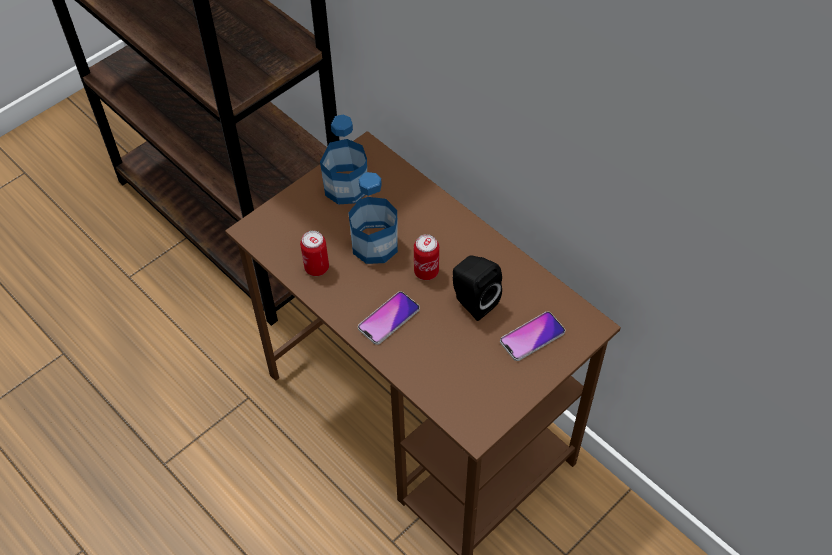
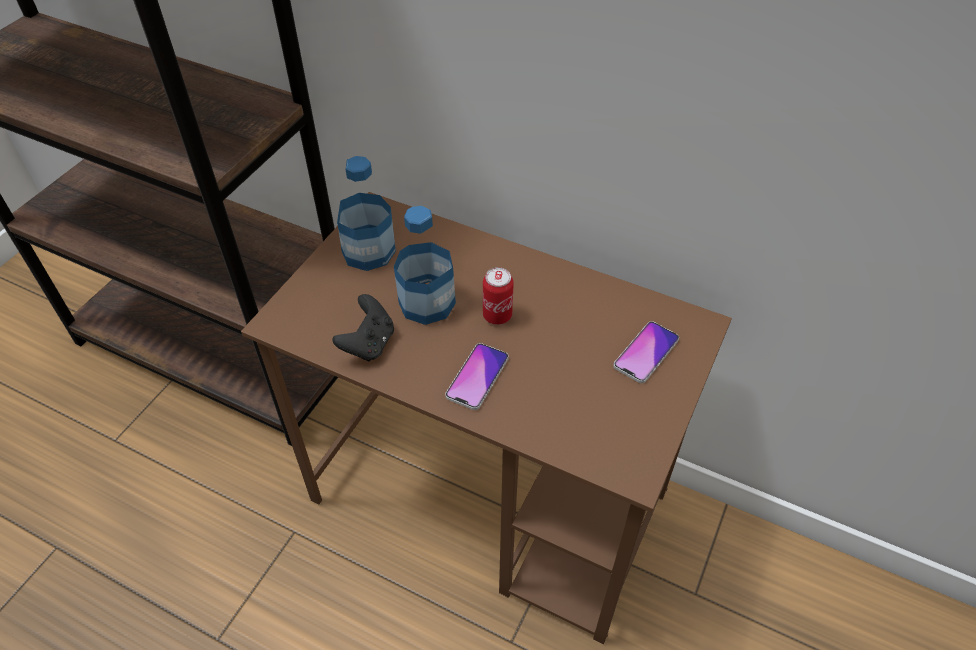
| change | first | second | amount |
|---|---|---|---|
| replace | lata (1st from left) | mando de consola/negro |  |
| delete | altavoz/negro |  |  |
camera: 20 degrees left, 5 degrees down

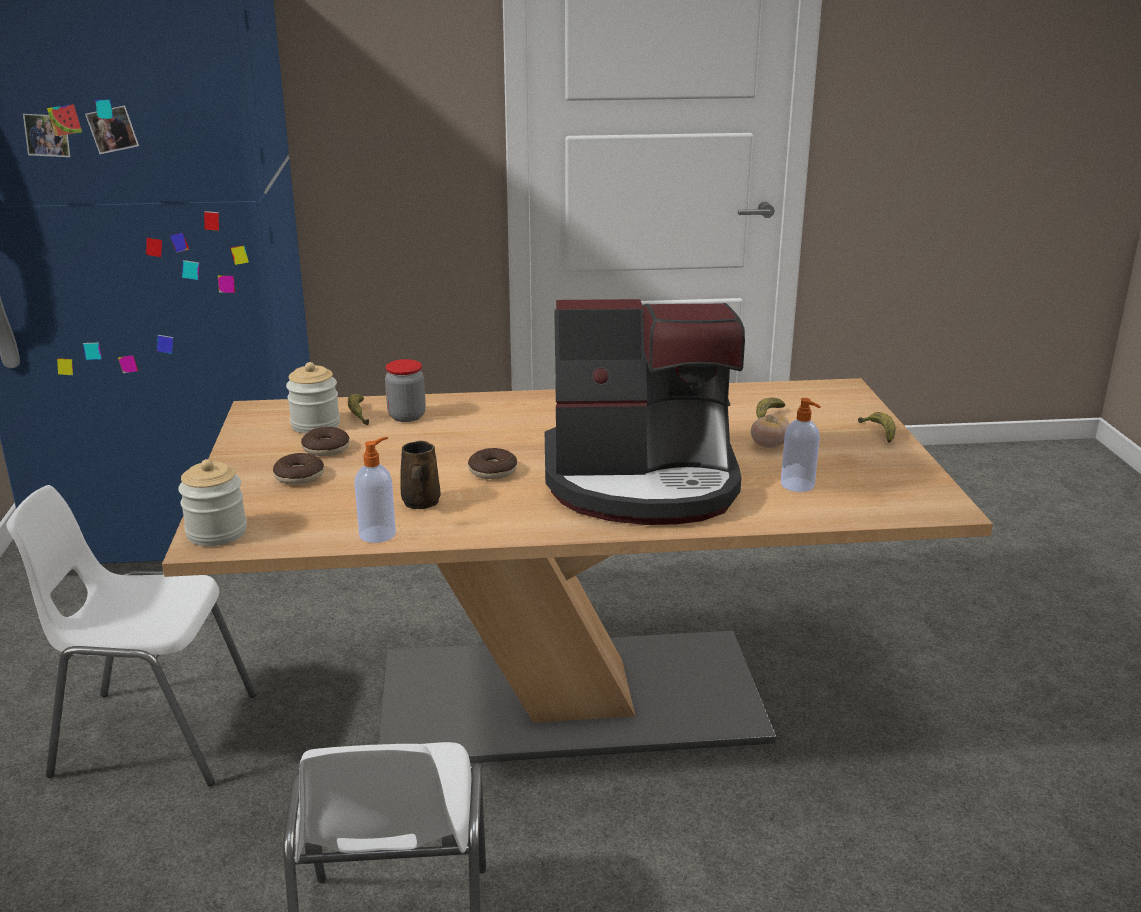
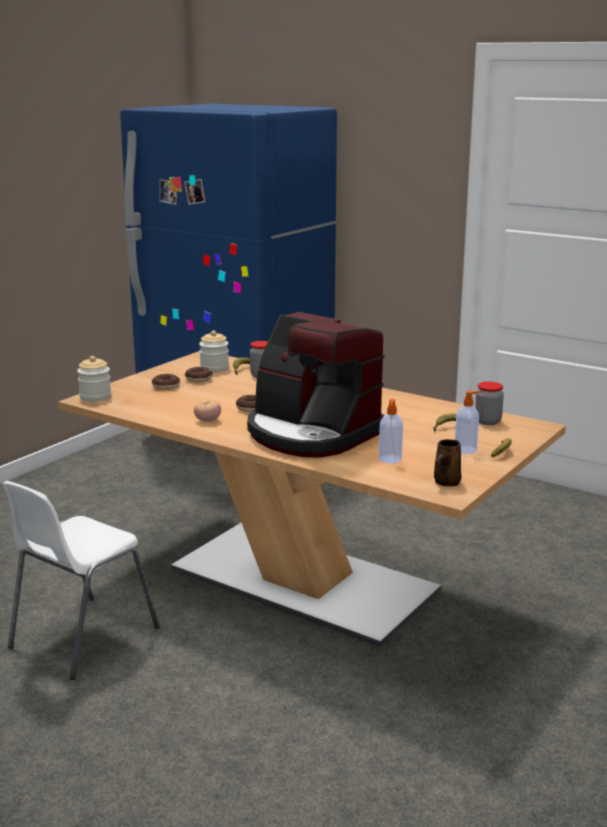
| change | first | second | amount |
|---|---|---|---|
| move | tomate |  |  |
| move | taza grande/marrón |  |  |
| move | dispensador de jabón (1st from left in the first image) | dispensador de jabón (2nd from left) |  |
| insert |  | tarro (4th from left) |  |
| delete | silla/blanco (1st from left) |  |  |
camera: 40 degrees right, 5 degrees down

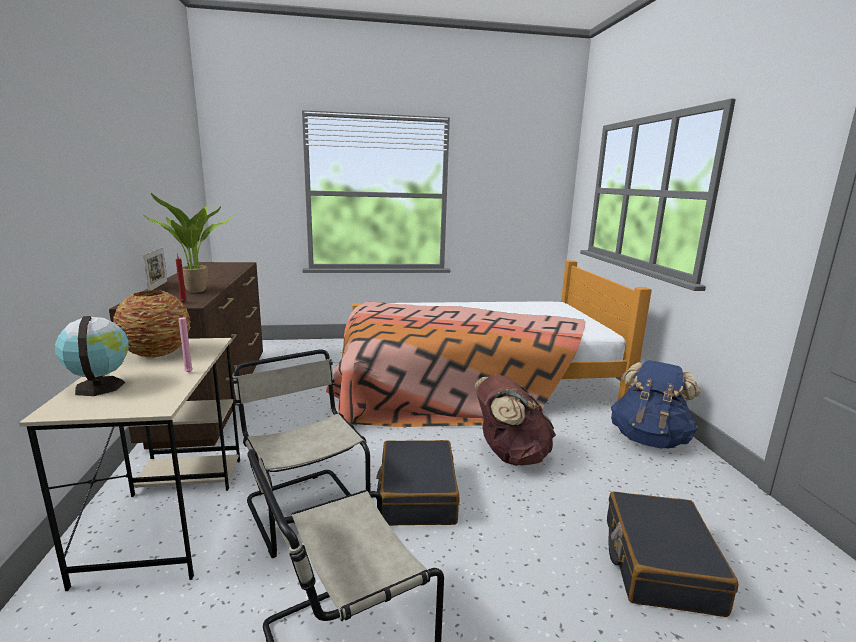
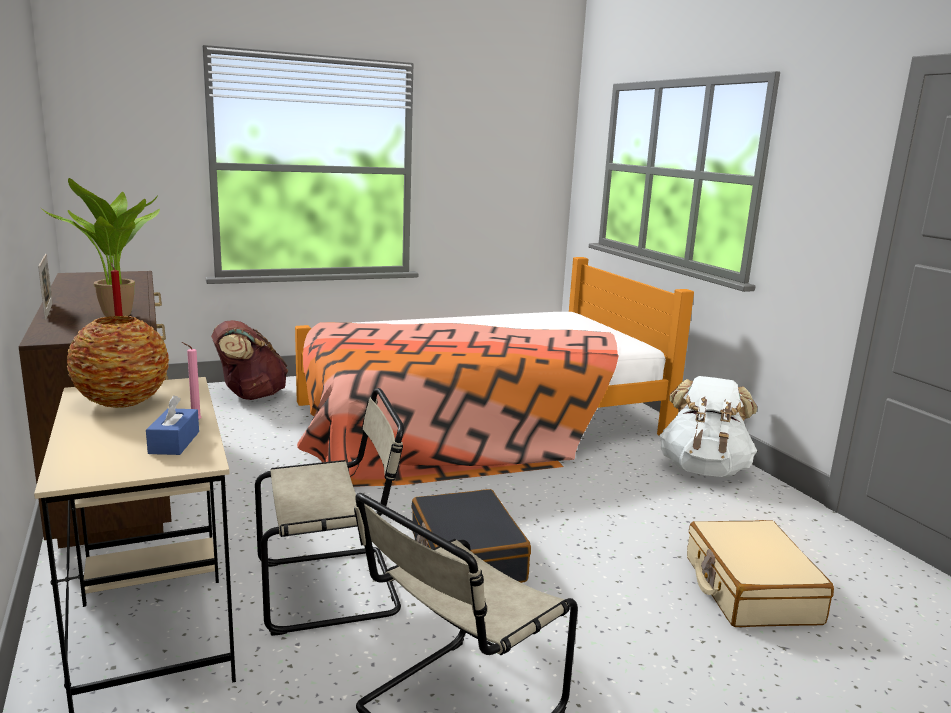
| change | first | second | amount |
|---|---|---|---|
| insert |  | caja de pañuelos/azul |  |
| move | mochila/marrón |  |  |
| rotate | silla/beis (1st from left) |  | 120 degrees clockwise |
| recolor | mochila/azul | mochila/blanco |  |
| recolor | maleta/negro (2nd from left) | maleta/beis |  |
| delete | globo terráqueo |  |  |
camera: 15 degrees left, 0 degrees up

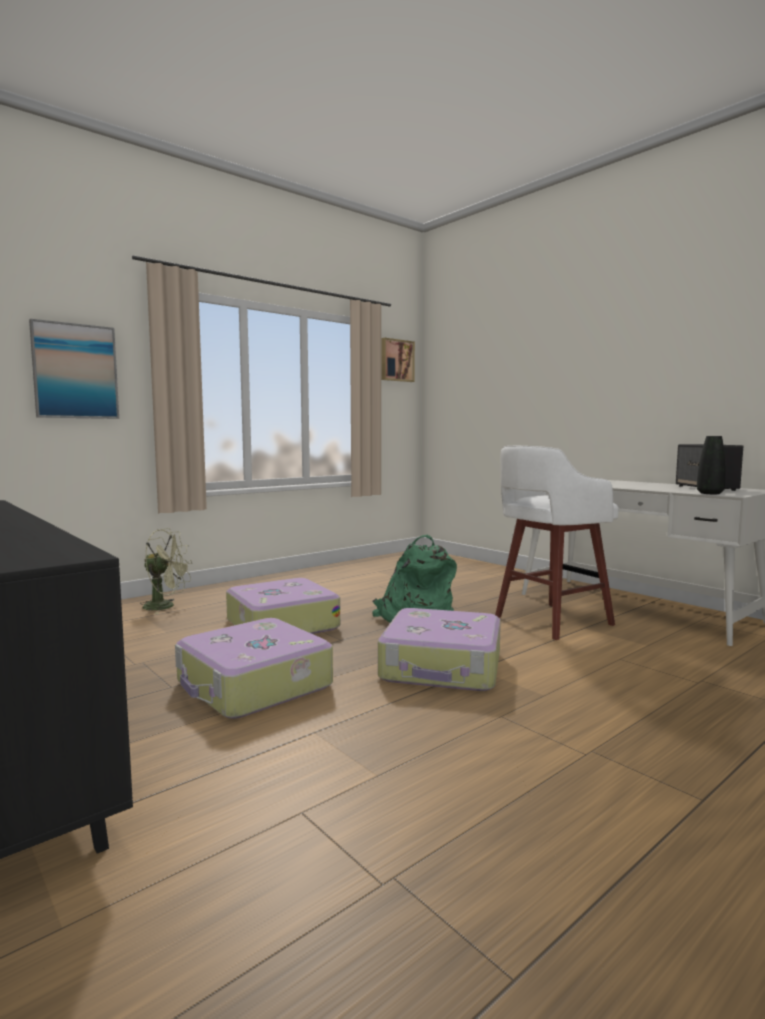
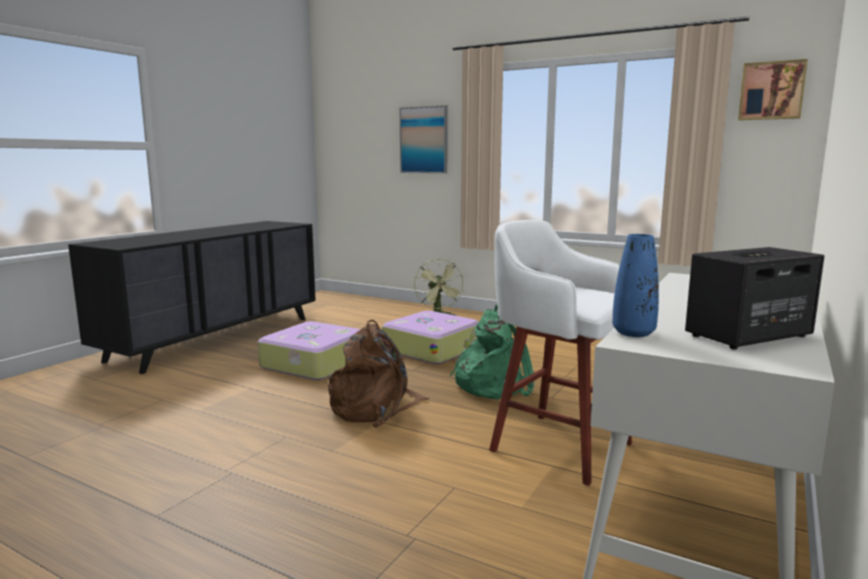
| change | first | second | amount |
|---|---|---|---|
| replace | maleta (3rd from left) | mochila/marrón |  |
| recolor | florero/negro | florero/azul |  |
camera: 70 degrees right, 5 degrees up

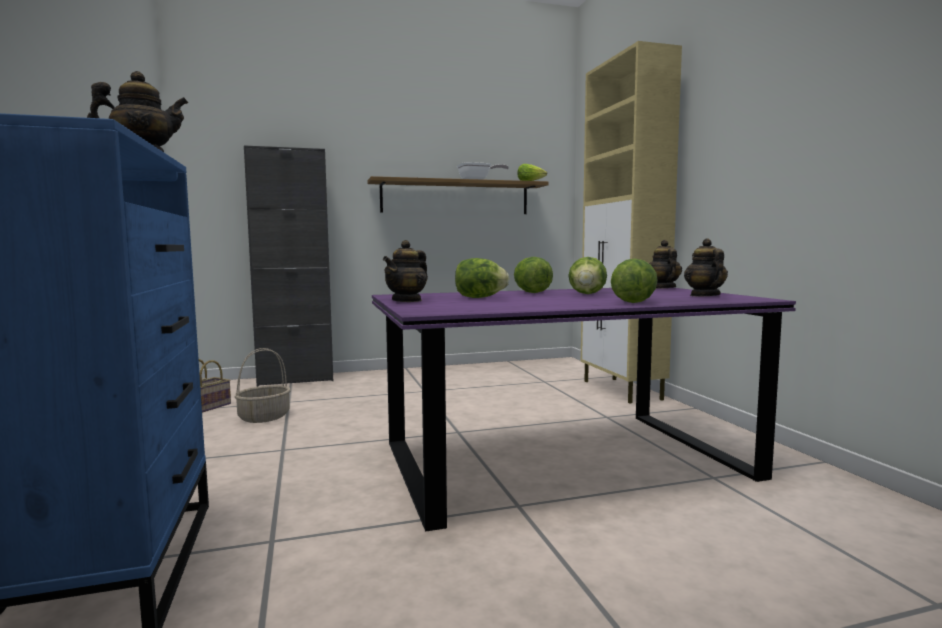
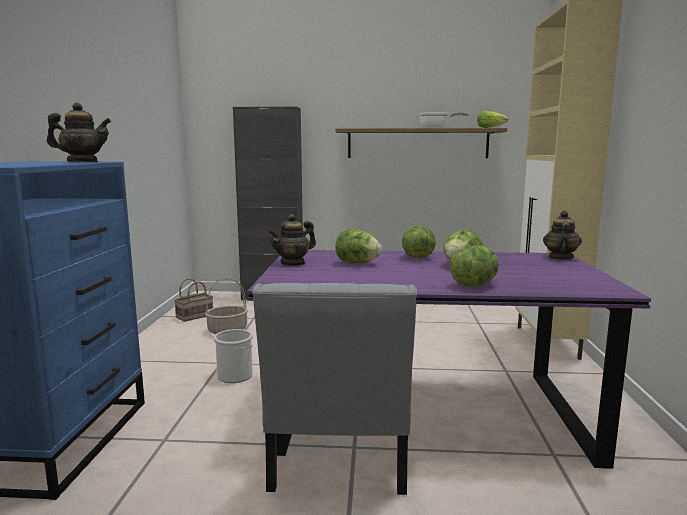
| change | first | second | amount |
|---|---|---|---|
| insert |  | cubo |  |
| insert |  | silla/gris |  |
| delete | tetera (4th from left) |  |  |
camera: 20 degrees right, 5 degrees up

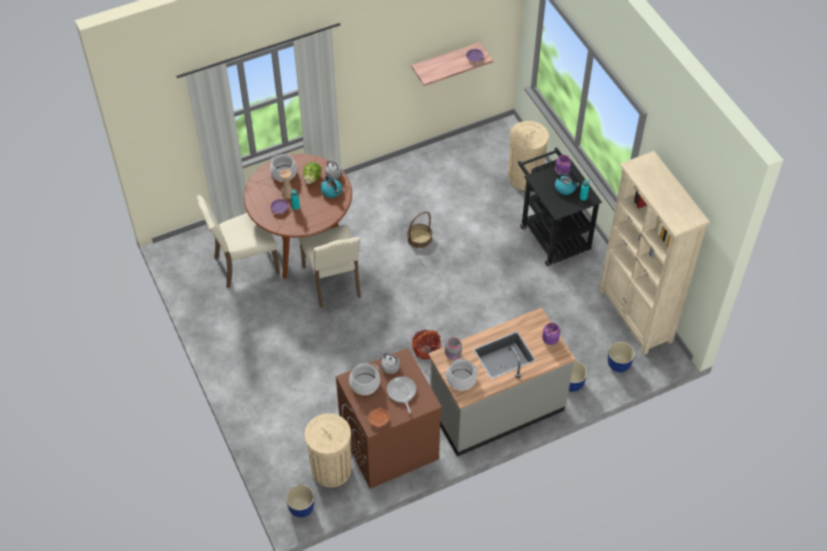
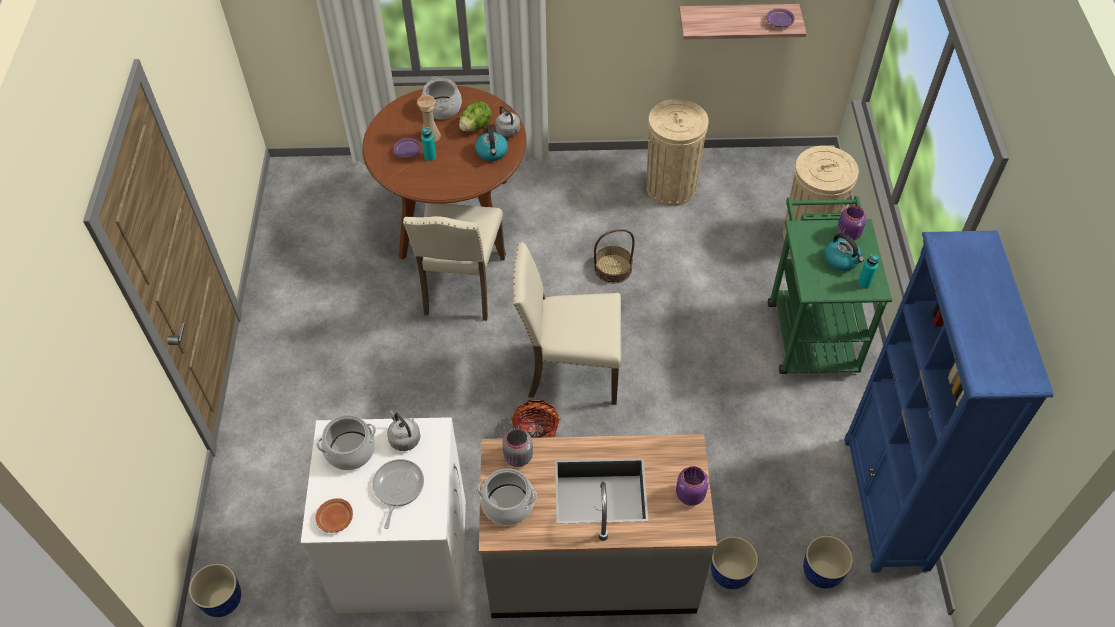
| change | first | second | amount |
|---|---|---|---|
| recolor | lavadora/marrón | lavadora/blanco |  |
| move | silla/beis (1st from left in the first image) | silla/beis (2nd from left) |  |
| move | papelera/beis (1st from left) |  |  |
| recolor | carrito/negro | carrito/verde |  |
| recolor | estantería/beis | estantería/azul |  |
camera: 25 degrees right, 0 degrees up

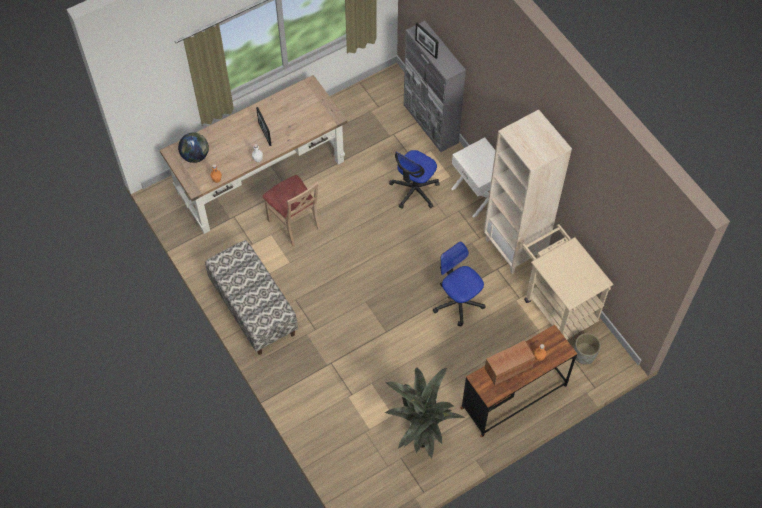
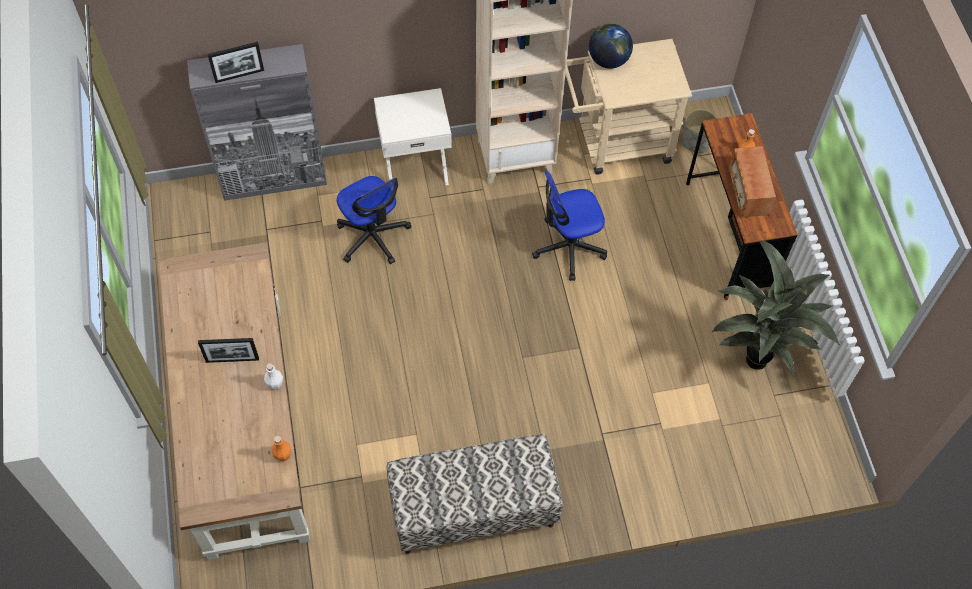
| change | first | second | amount |
|---|---|---|---|
| move | globo terráqueo |  |  |
| delete | silla/beis |  |  |
camera: 70 degrees left, 0 degrees up

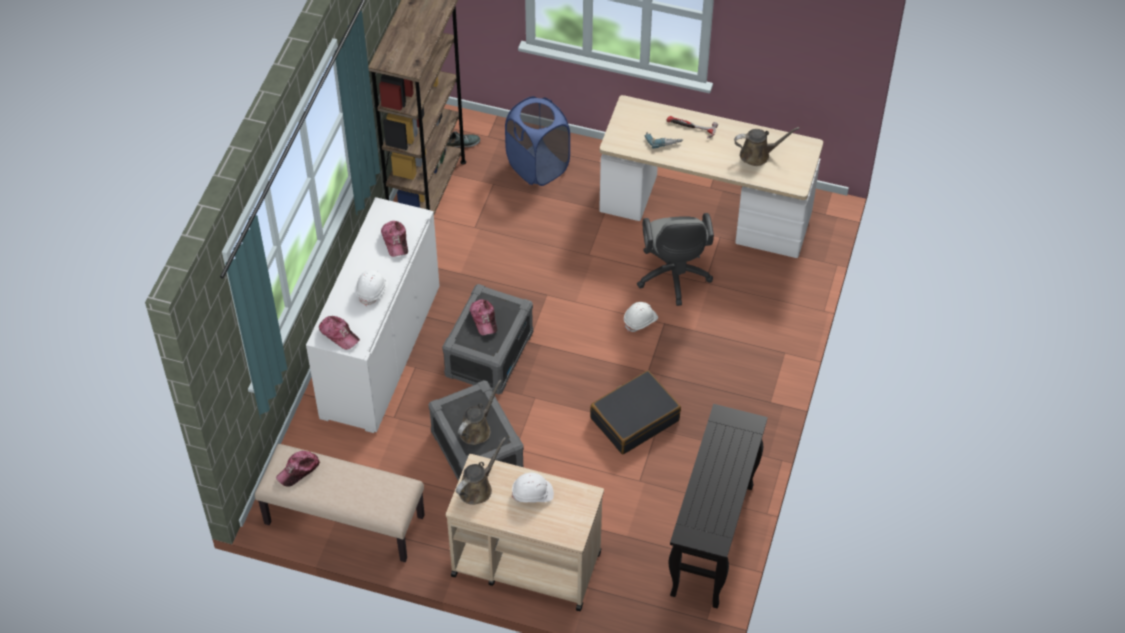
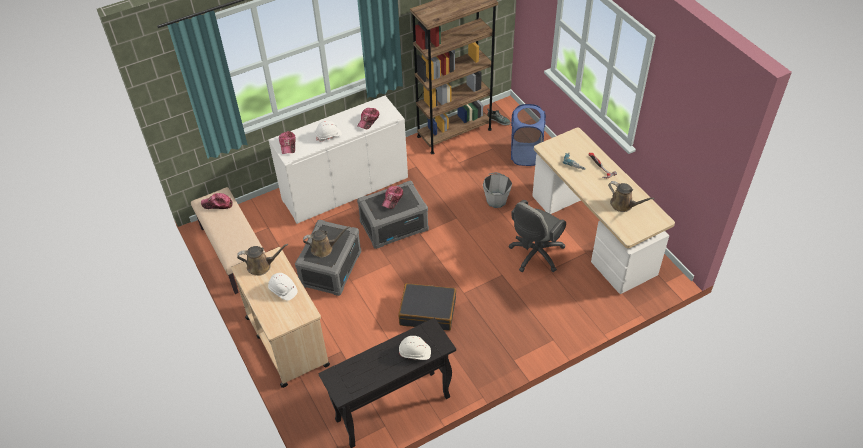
| change | first | second | amount |
|---|---|---|---|
| move | casco/blanco (3rd from left) |  |  |
| insert |  | cubo/gris |  |
camera: 45 degrees right, 5 degrees down

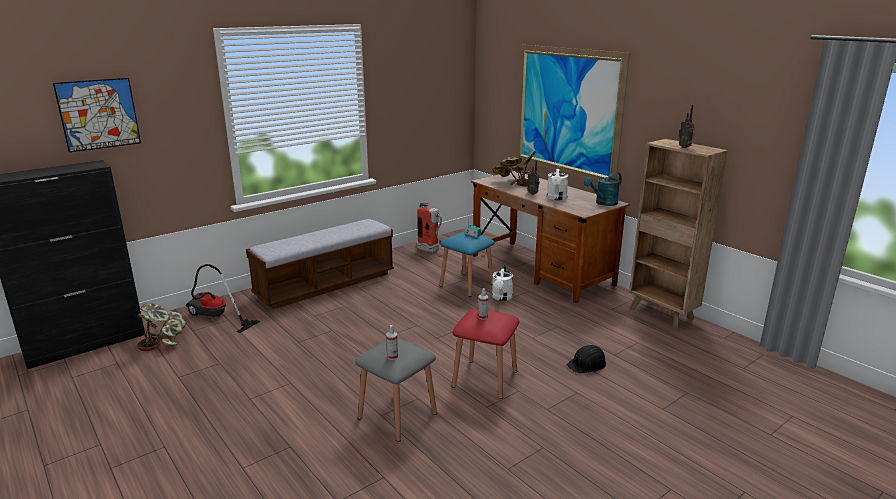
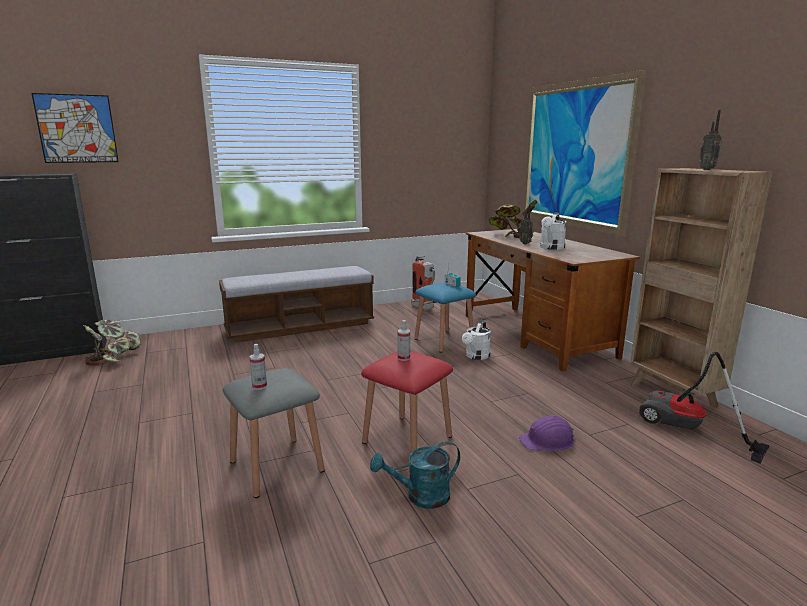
| change | first | second | amount |
|---|---|---|---|
| move | regadera/turquesa |  |  |
| recolor | casco/negro | casco/morado |  |
| move | aspiradora |  |  |
camera: 15 degrees right, 5 degrees down

